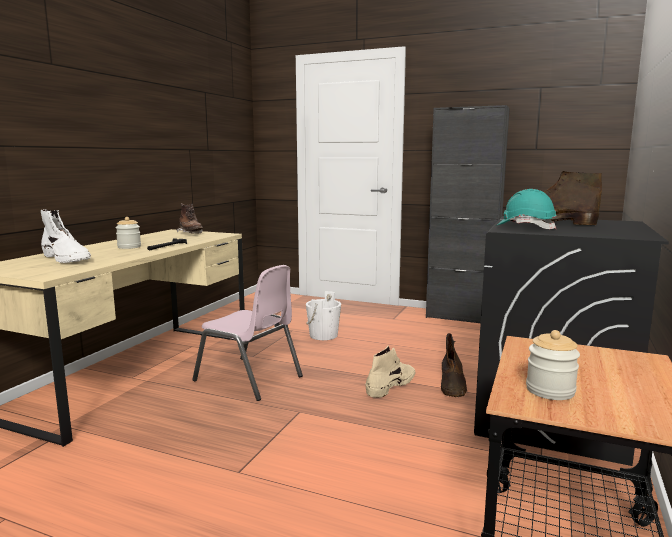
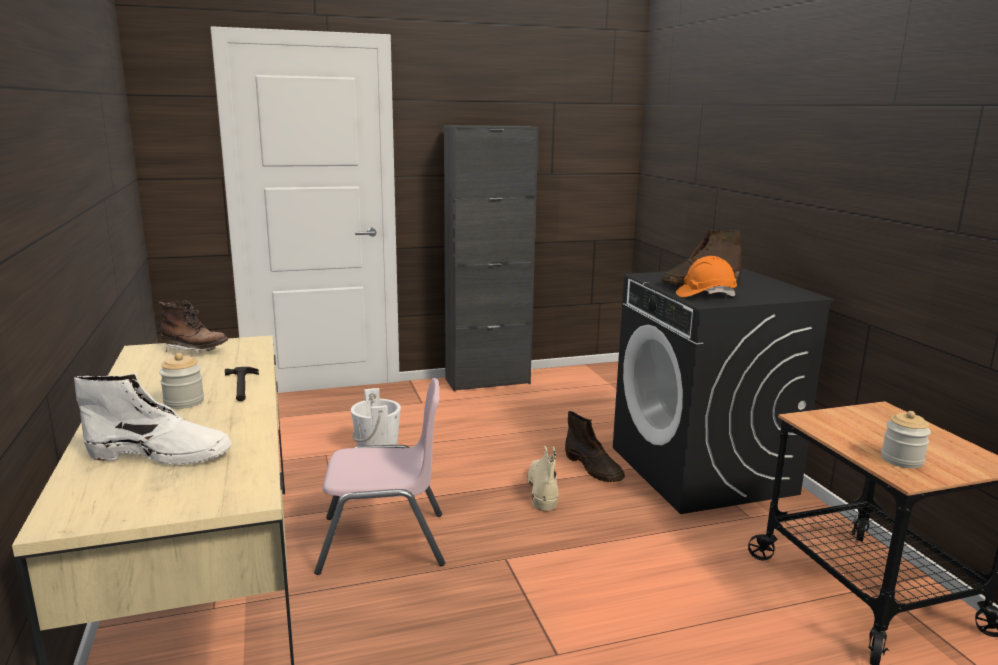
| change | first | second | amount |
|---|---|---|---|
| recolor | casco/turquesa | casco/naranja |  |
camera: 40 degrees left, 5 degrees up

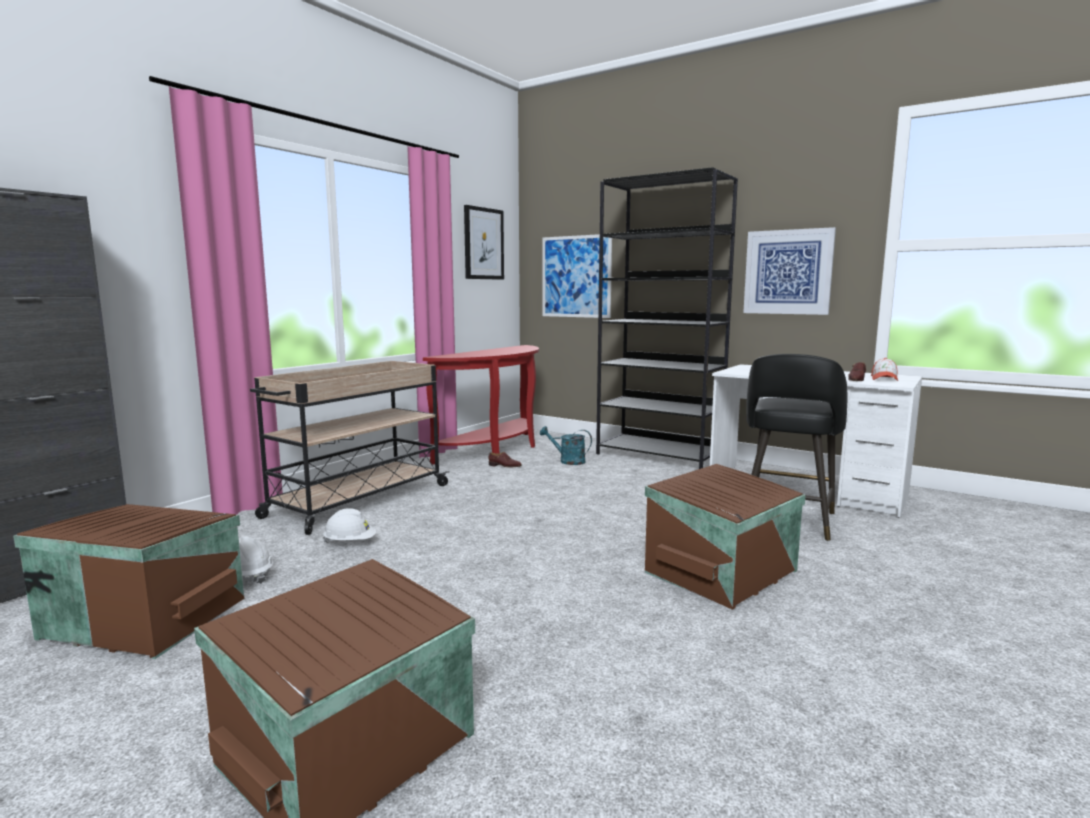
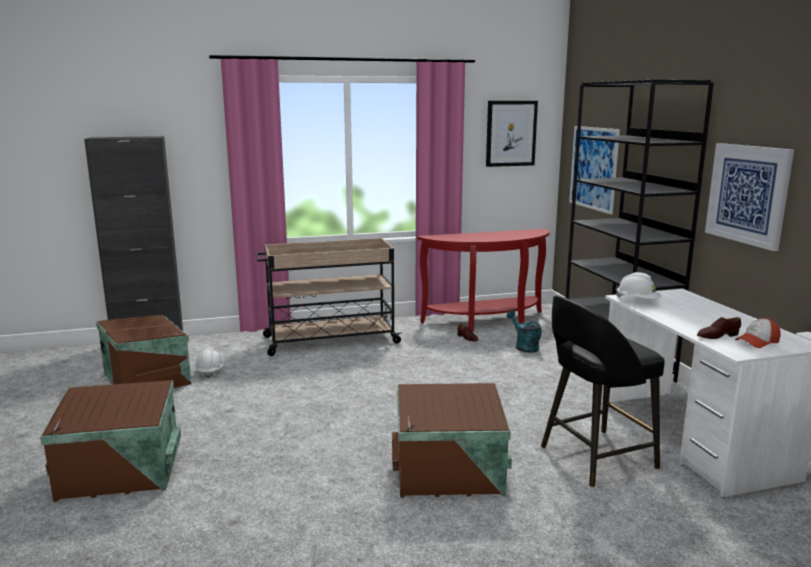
| change | first | second | amount |
|---|---|---|---|
| move | casco/blanco (2nd from left) |  |  |
camera: 40 degrees right, 5 degrees up

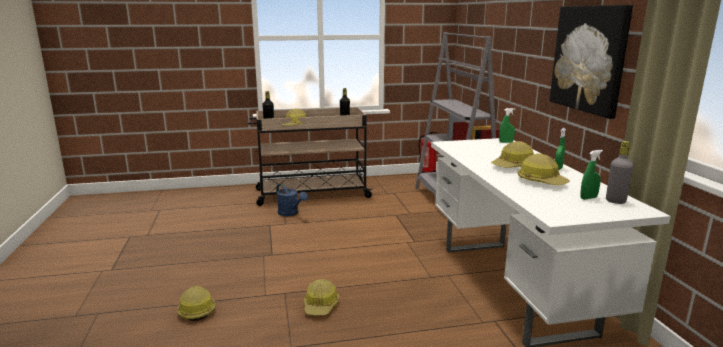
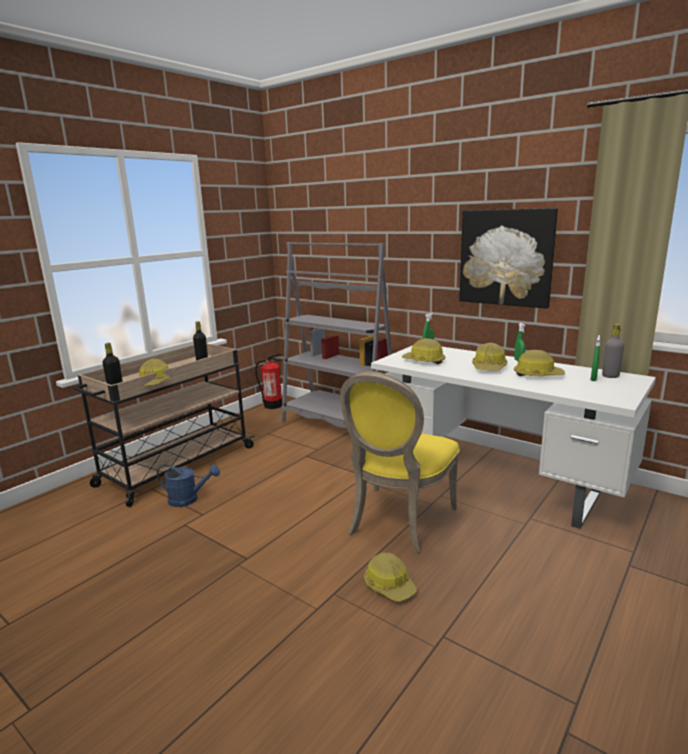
| change | first | second | amount |
|---|---|---|---|
| insert |  | silla/amarillo |  |
| move | casco (1st from left in the first image) | casco (3rd from left) |  |
camera: 40 degrees left, 0 degrees up

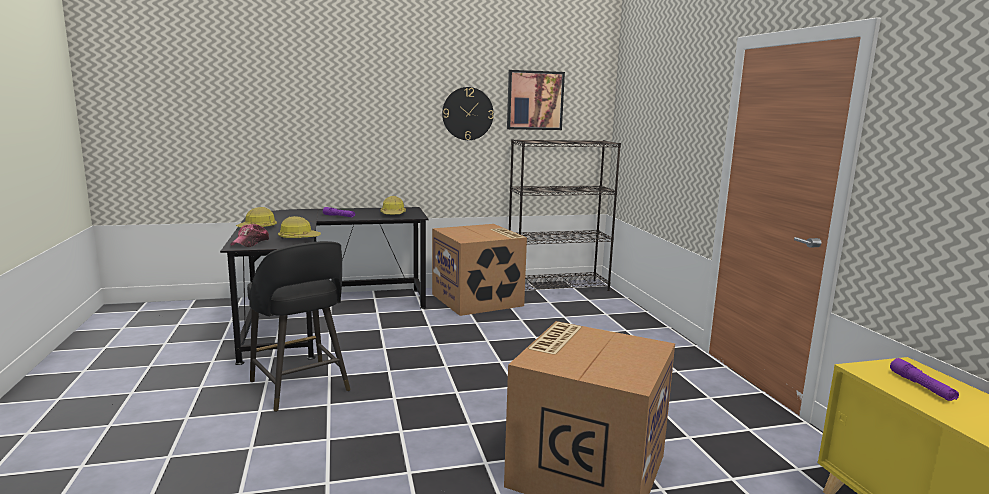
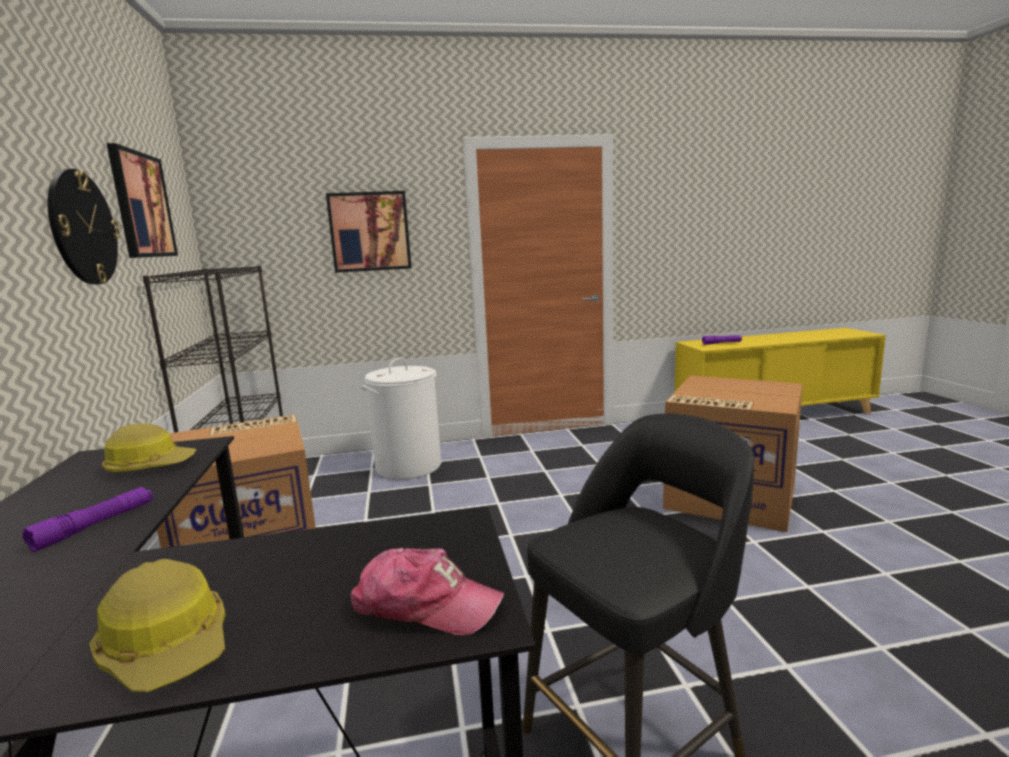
| change | first | second | amount |
|---|---|---|---|
| insert |  | cuadro (2nd from left) |  |
| insert |  | cesto de la ropa/blanco |  |
| delete | casco (2nd from left) |  |  |
camera: 85 degrees left, 0 degrees up

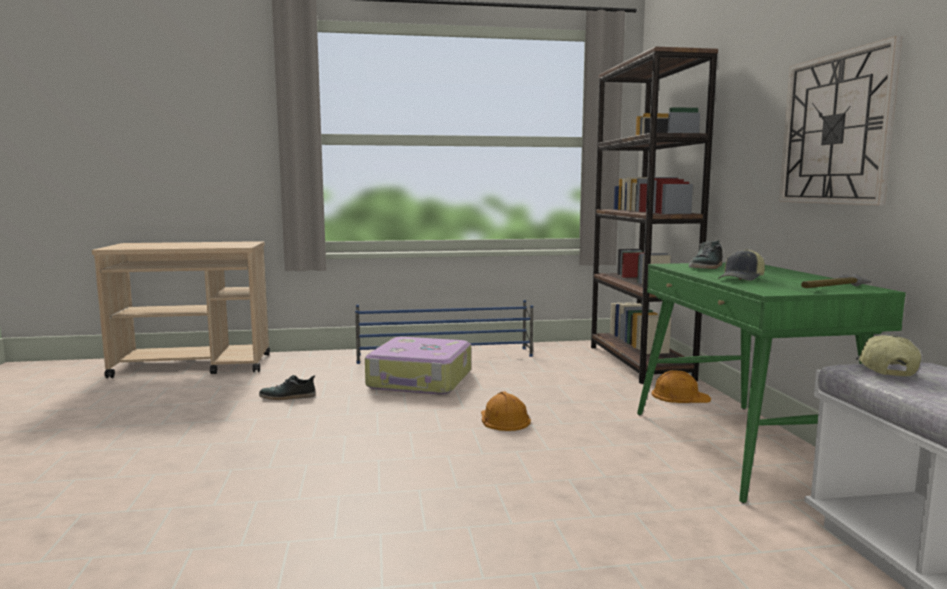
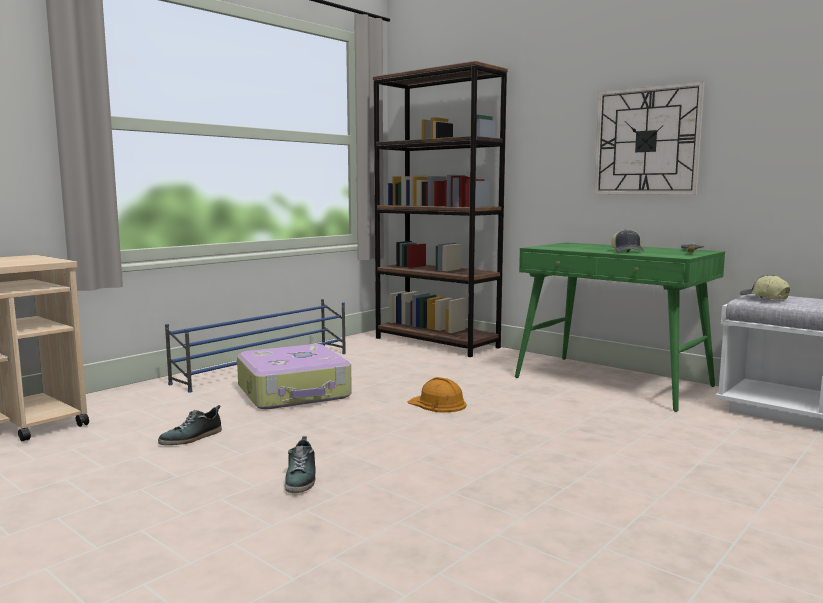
| change | first | second | amount |
|---|---|---|---|
| move | zapato (2nd from left) |  |  |
| delete | casco/naranja (2nd from left) |  |  |
camera: 40 degrees left, 0 degrees up

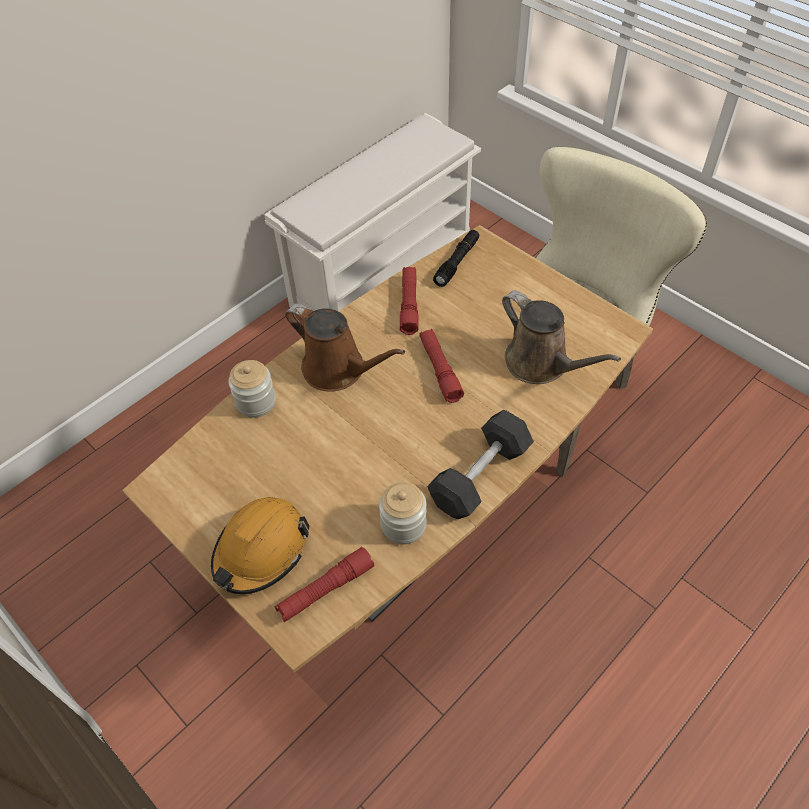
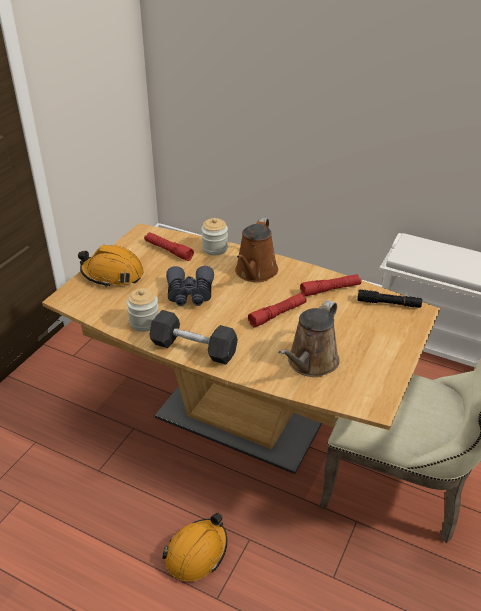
| change | first | second | amount |
|---|---|---|---|
| move | linterna/rojo (1st from left) |  |  |
| insert |  | casco/naranja (2nd from left) |  |
| insert |  | prismáticos/gris |  |
camera: 70 degrees right, 15 degrees down

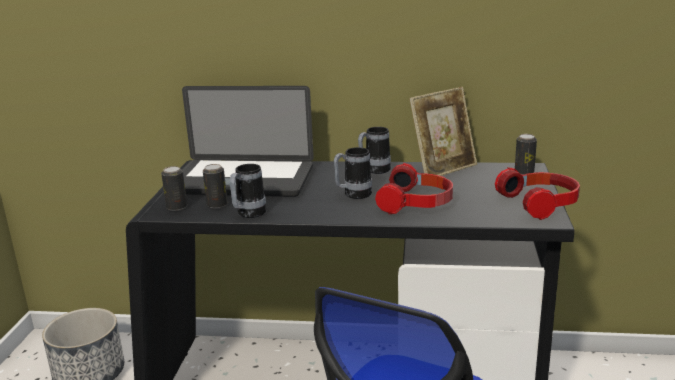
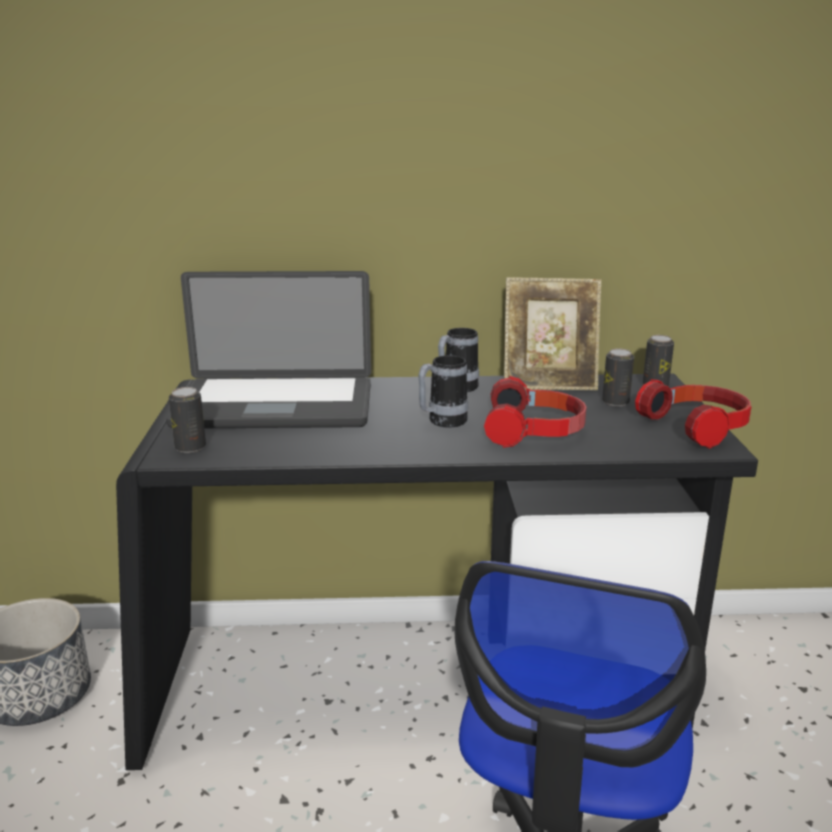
| change | first | second | amount |
|---|---|---|---|
| rotate | portarretratos |  | 45 degrees clockwise |
| move | lata (2nd from left) |  |  |
| delete | taza grande (1st from left) |  |  |
camera: 10 degrees left, 0 degrees up

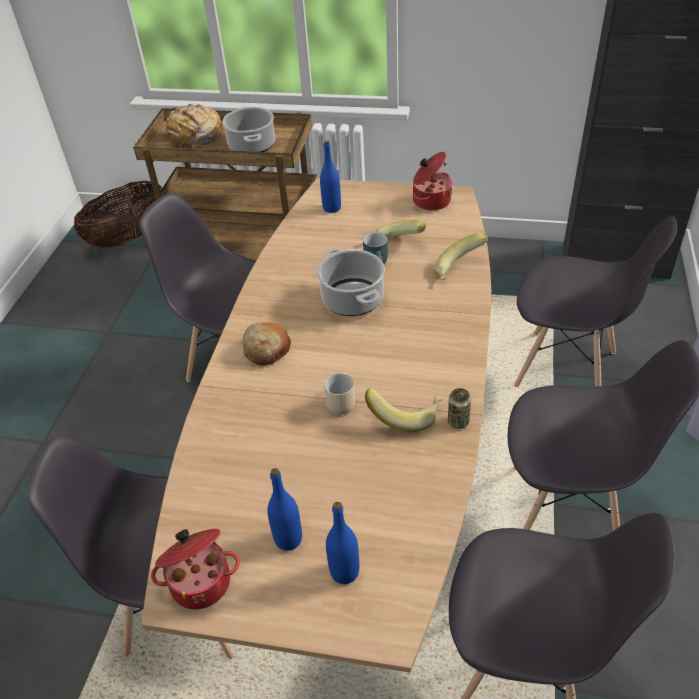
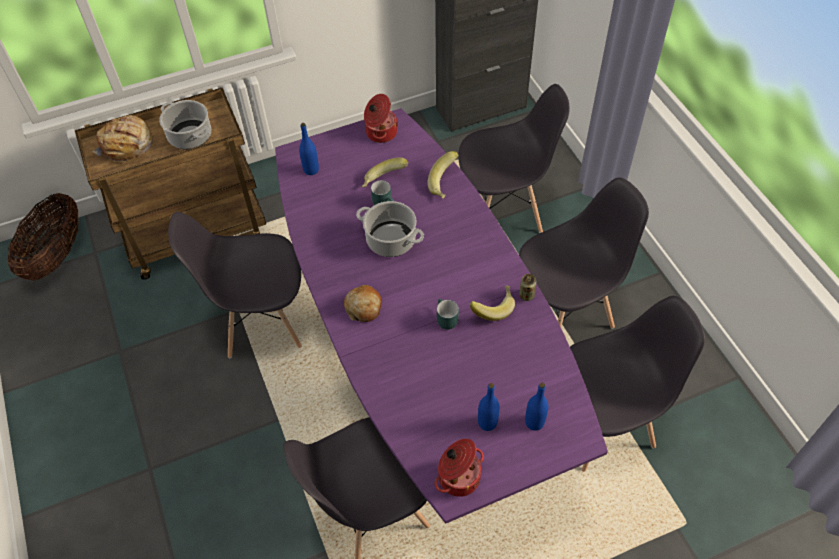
| change | first | second | amount |
|---|---|---|---|
| recolor | mesa de comedor/marrón | mesa de comedor/morado |  |
| recolor | taza grande/beis | taza grande/turquesa (2nd from left) |  |
camera: 35 degrees left, 10 degrees up

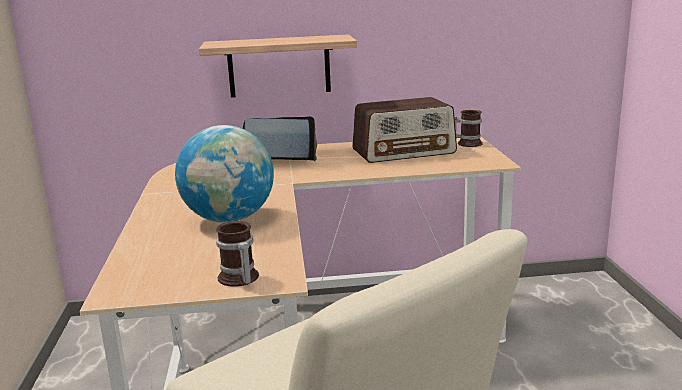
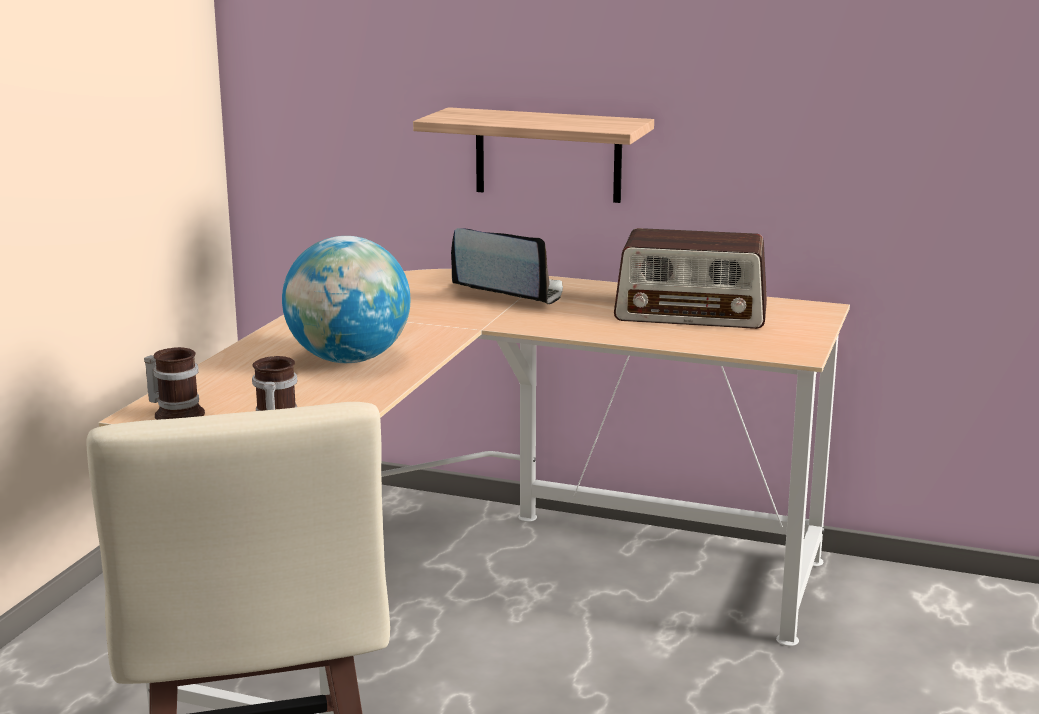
| change | first | second | amount |
|---|---|---|---|
| move | taza grande (2nd from left in the first image) | taza grande (1st from left) |  |
camera: 25 degrees right, 0 degrees up

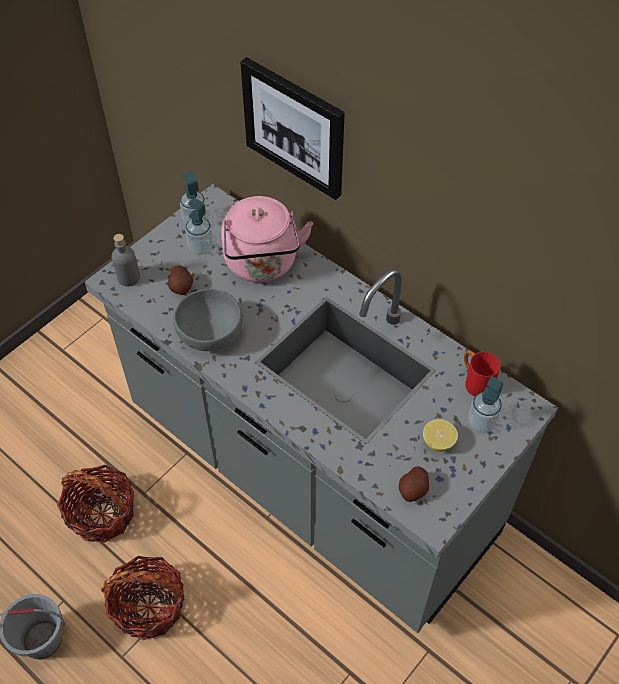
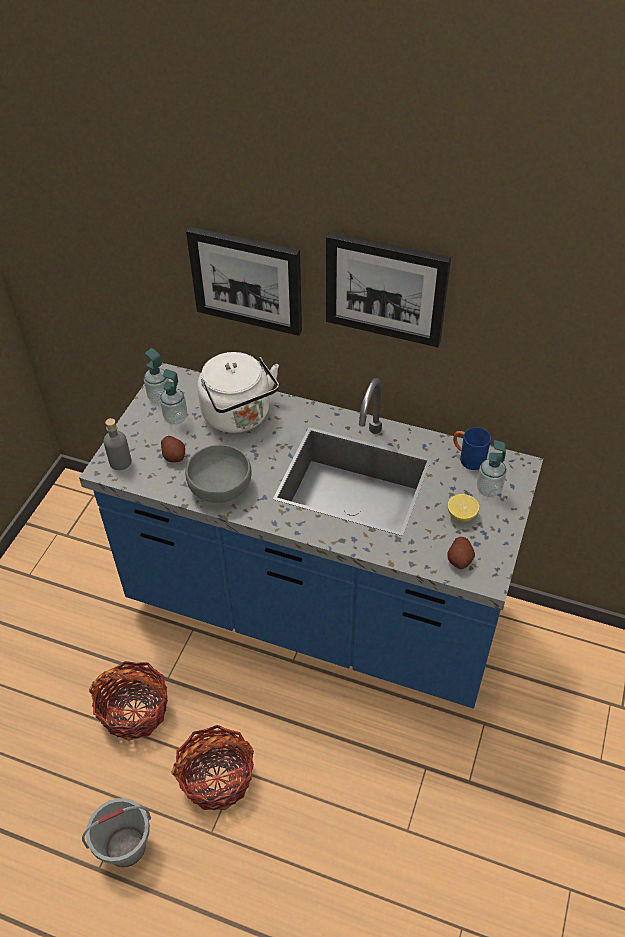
| change | first | second | amount |
|---|---|---|---|
| recolor | mueble bajo de cocina/gris | mueble bajo de cocina/azul |  |
| recolor | hervidor/rosa | hervidor/blanco |  |
| insert |  | cuadro (2nd from left) |  |
| recolor | taza grande/rojo | taza grande/azul |  |
camera: 20 degrees left, 5 degrees down

